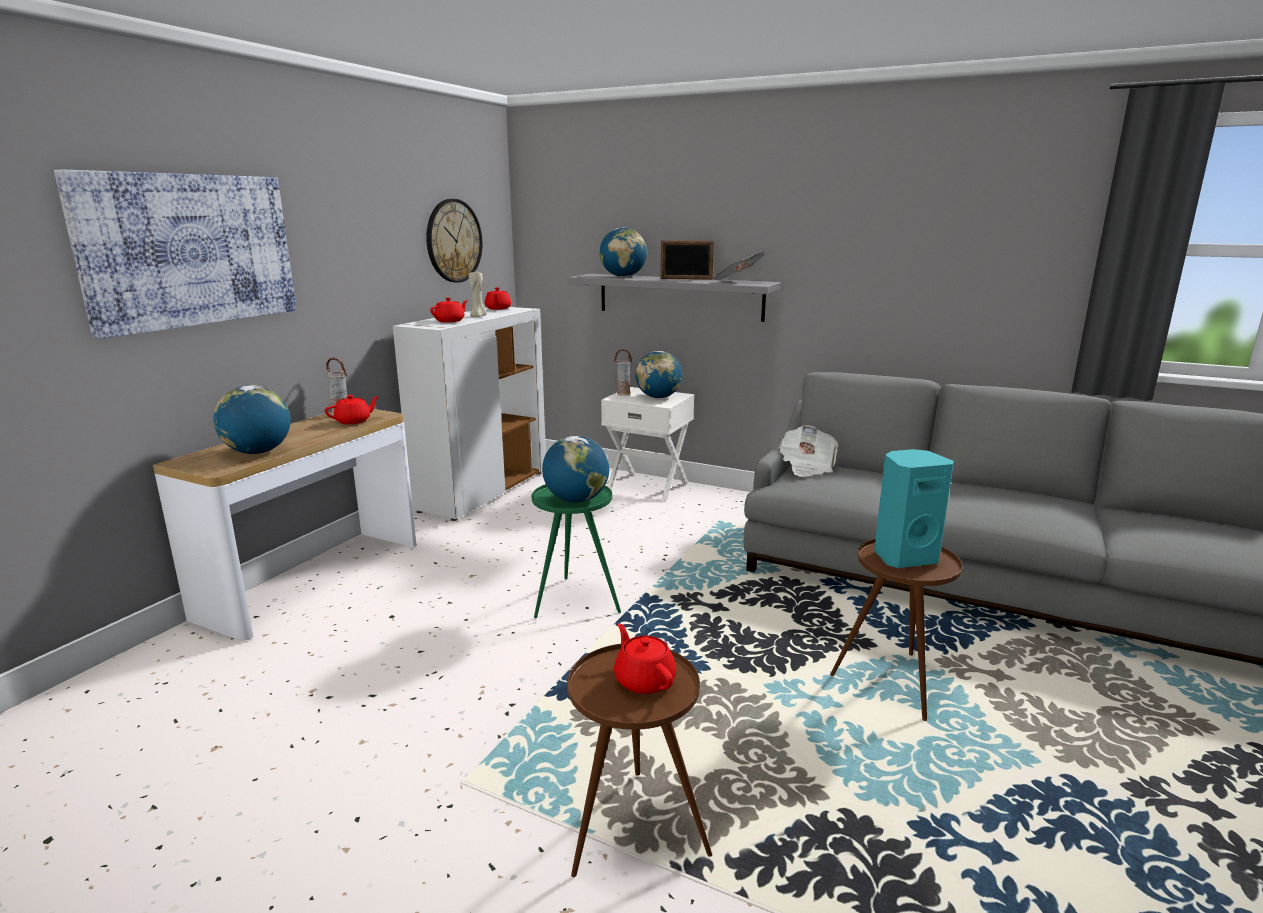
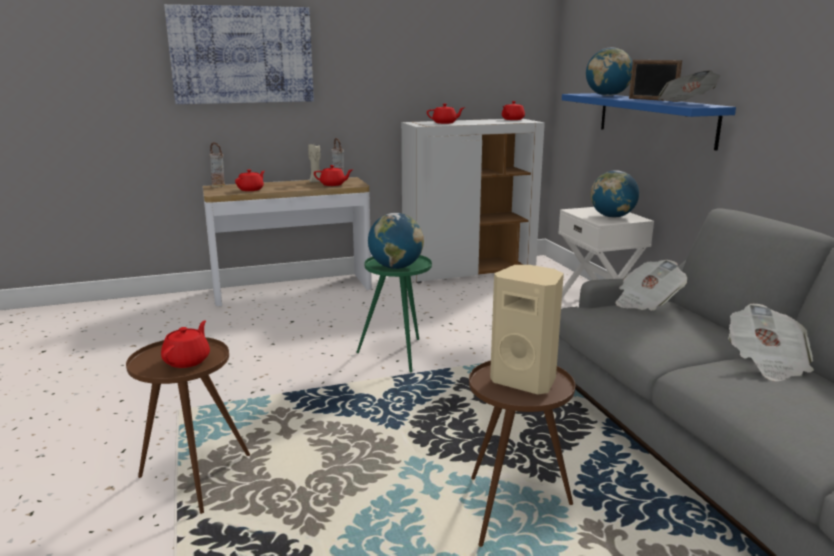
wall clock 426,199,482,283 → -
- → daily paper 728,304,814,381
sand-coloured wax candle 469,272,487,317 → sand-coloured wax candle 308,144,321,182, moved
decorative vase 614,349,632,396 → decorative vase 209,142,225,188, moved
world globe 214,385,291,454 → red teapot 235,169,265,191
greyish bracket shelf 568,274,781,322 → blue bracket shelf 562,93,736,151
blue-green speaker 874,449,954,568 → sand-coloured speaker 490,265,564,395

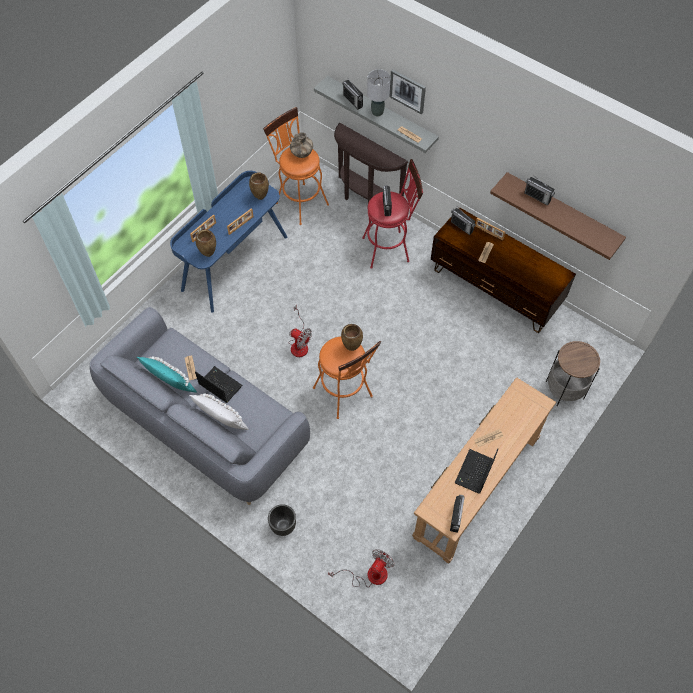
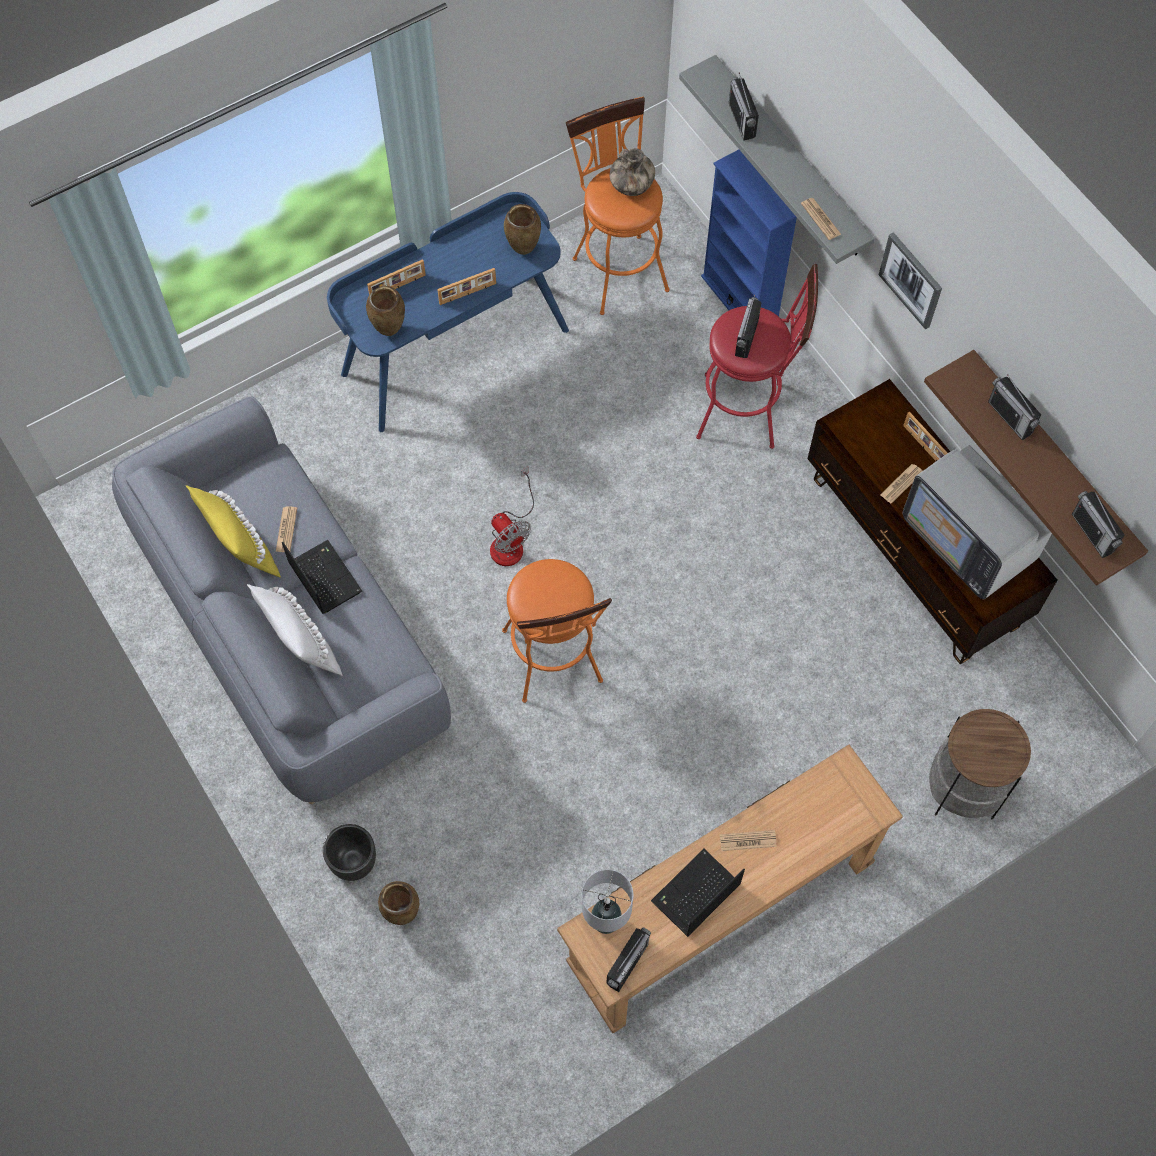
electric fan 328,549,394,588 → -
- → TV 903,445,1052,599
brown decorative vase 341,324,363,351 → brown decorative vase 378,881,419,925, moved
greyish tabletop lamp 367,69,390,116 → greyish tabletop lamp 582,869,633,934, moved
wall art 389,69,426,114 → wall art 879,232,942,330, moved
radio set 451,207,476,235 → radio set 1072,490,1125,558, moved
brown console table 334,123,408,203 → blue shelving unit 701,150,797,316
blue-green throw pillow 137,356,197,393 → yellow-coloured throw pillow 186,486,281,578

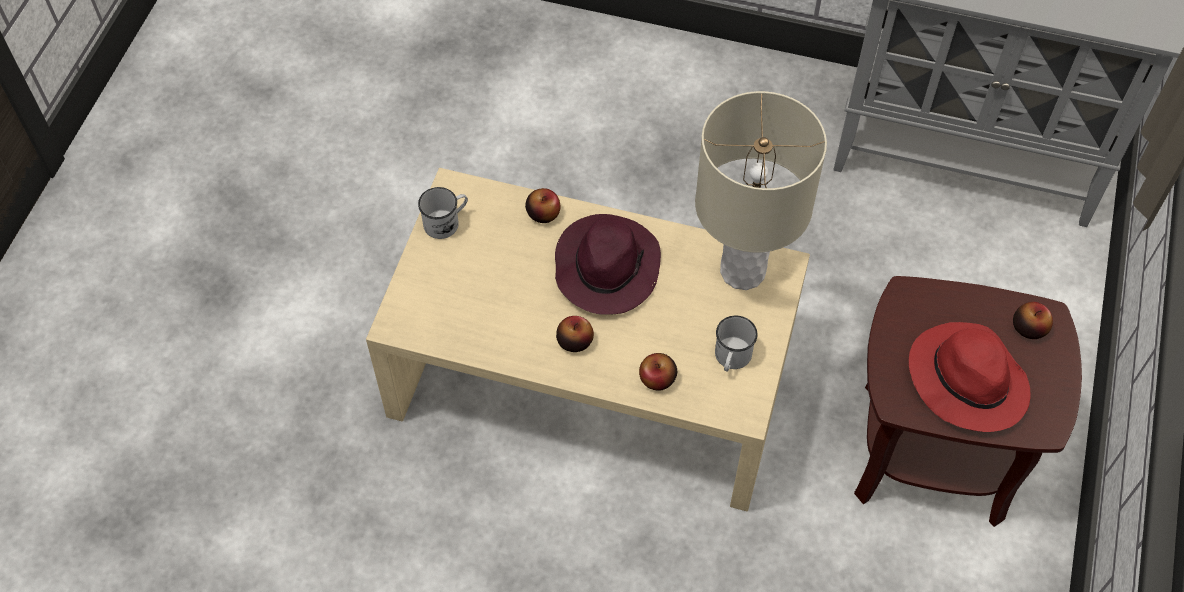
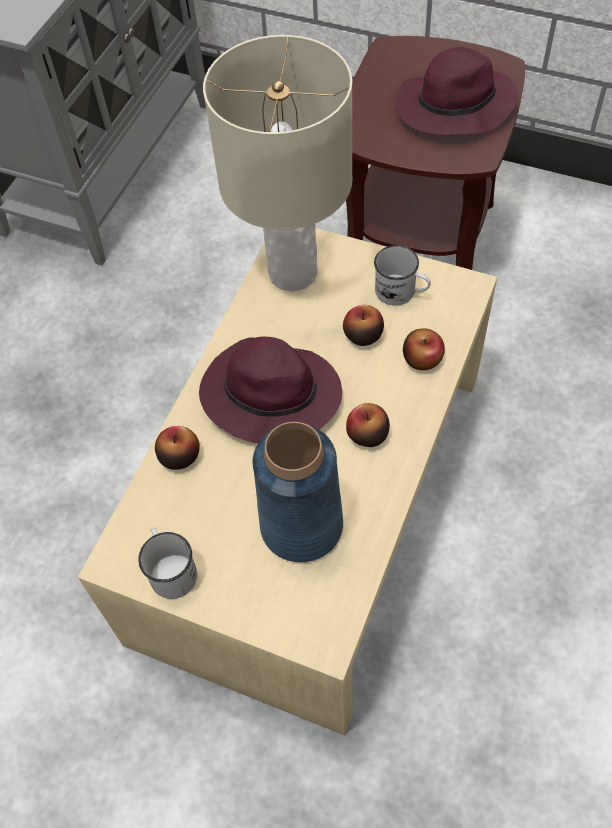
- → blue decorative vase 253,422,343,562
apple fruit 1013,302,1053,339 → apple fruit 343,305,384,346, moved
red hat 909,322,1031,432 → purple-coloured hat 396,47,518,135

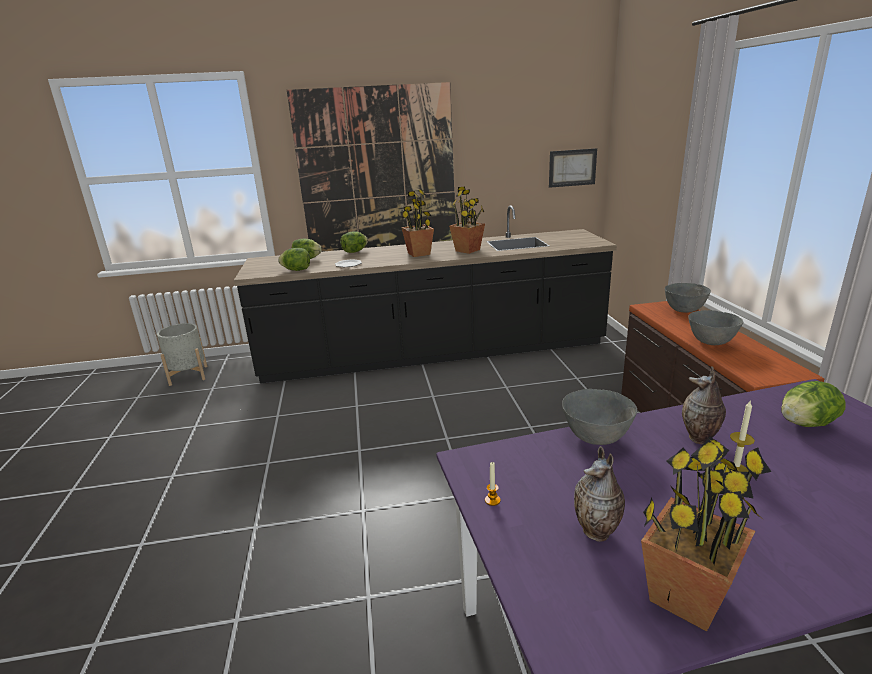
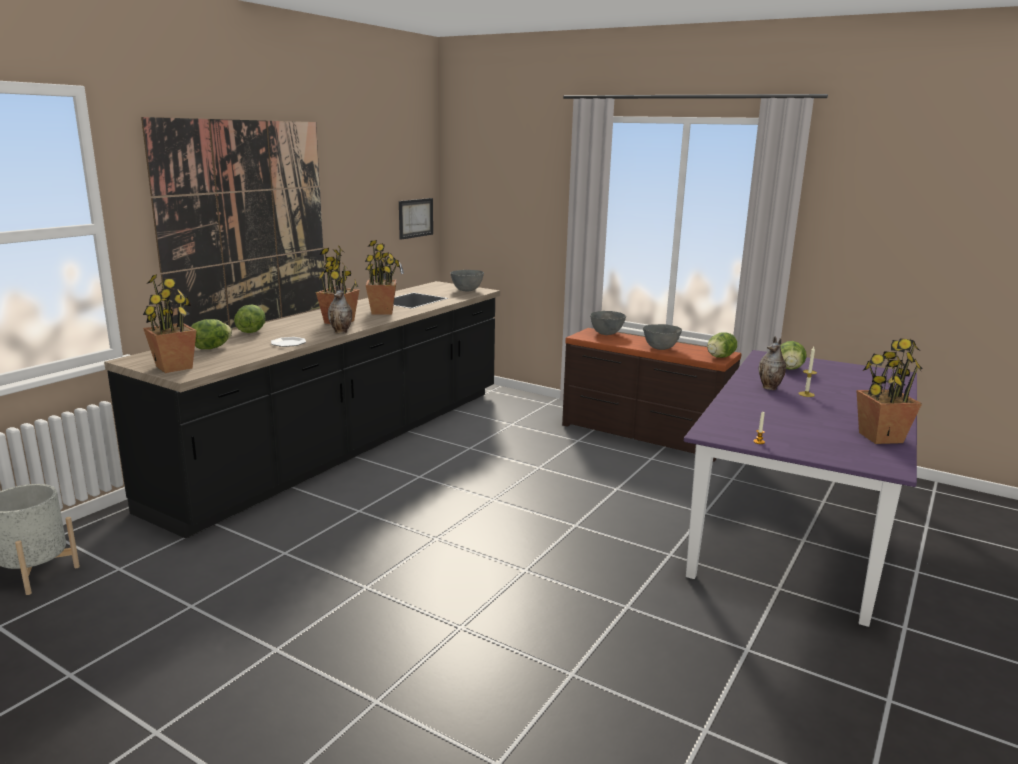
- → plant in a pot 143,274,197,373
lettuce 278,248,310,271 → lettuce 707,332,737,358, moved
greyish bowl 562,389,637,445 → greyish bowl 450,270,484,292, moved
decorative vase 574,446,625,542 → decorative vase 328,285,352,334, moved

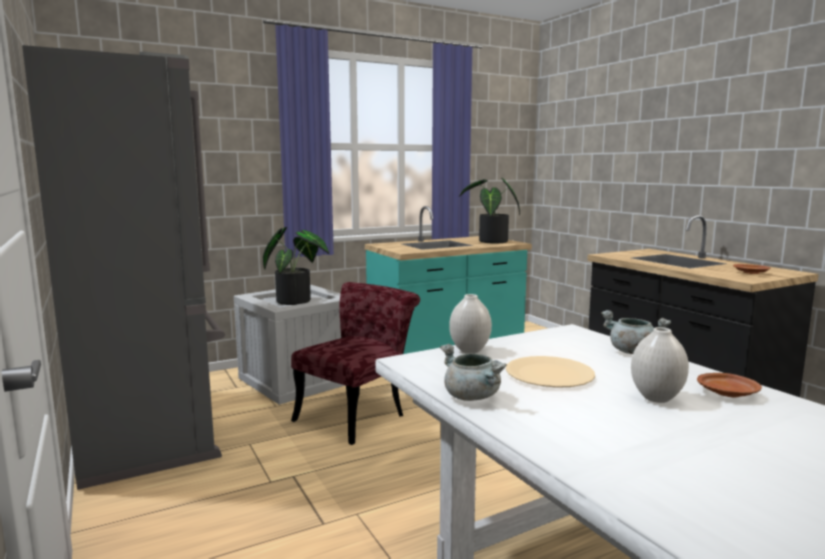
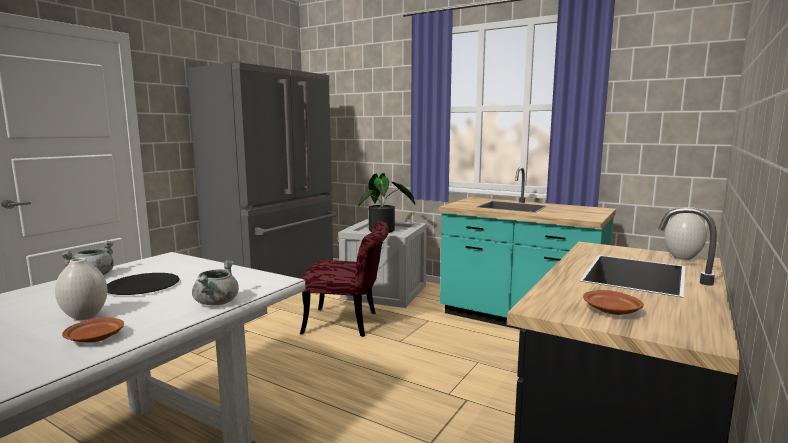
plant in a pot 459,178,520,243 → -
white decorative vase 449,294,492,354 → white decorative vase 664,213,707,260, moved
sand-coloured plate 506,356,595,388 → black plate 107,273,179,295

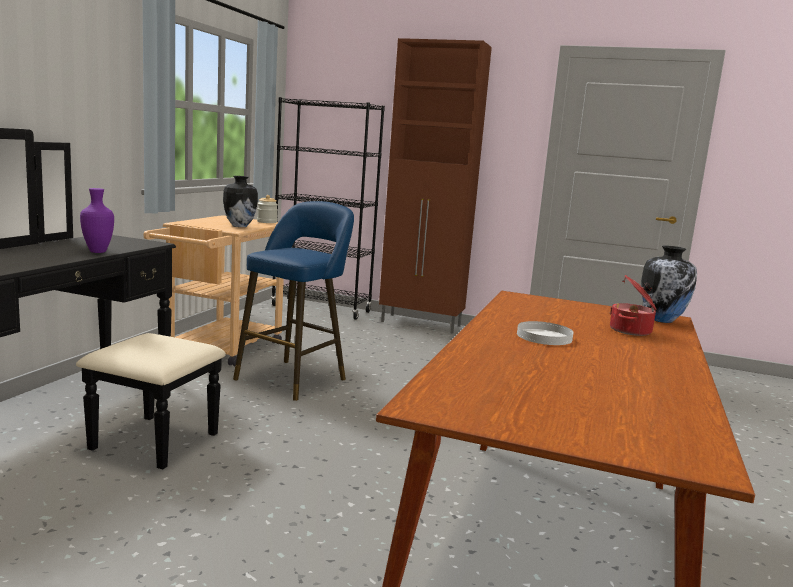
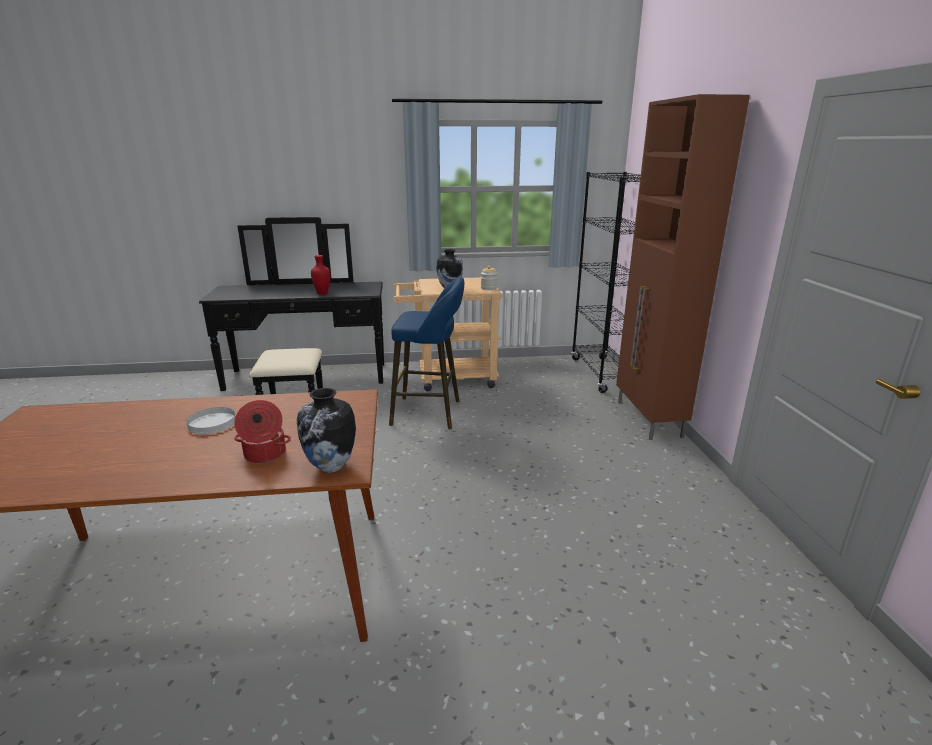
purple-coloured decorative vase 80,188,114,253 → red decorative vase 311,255,330,295

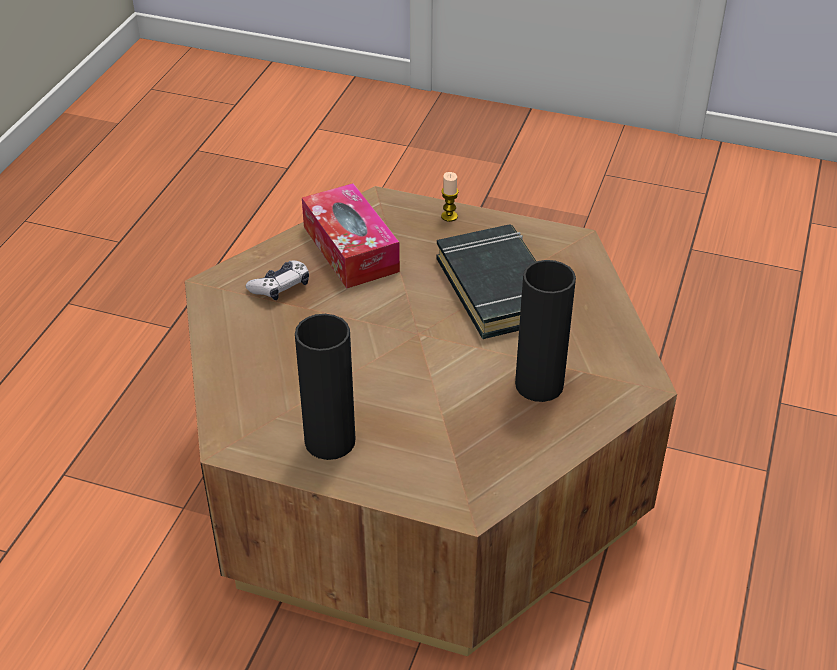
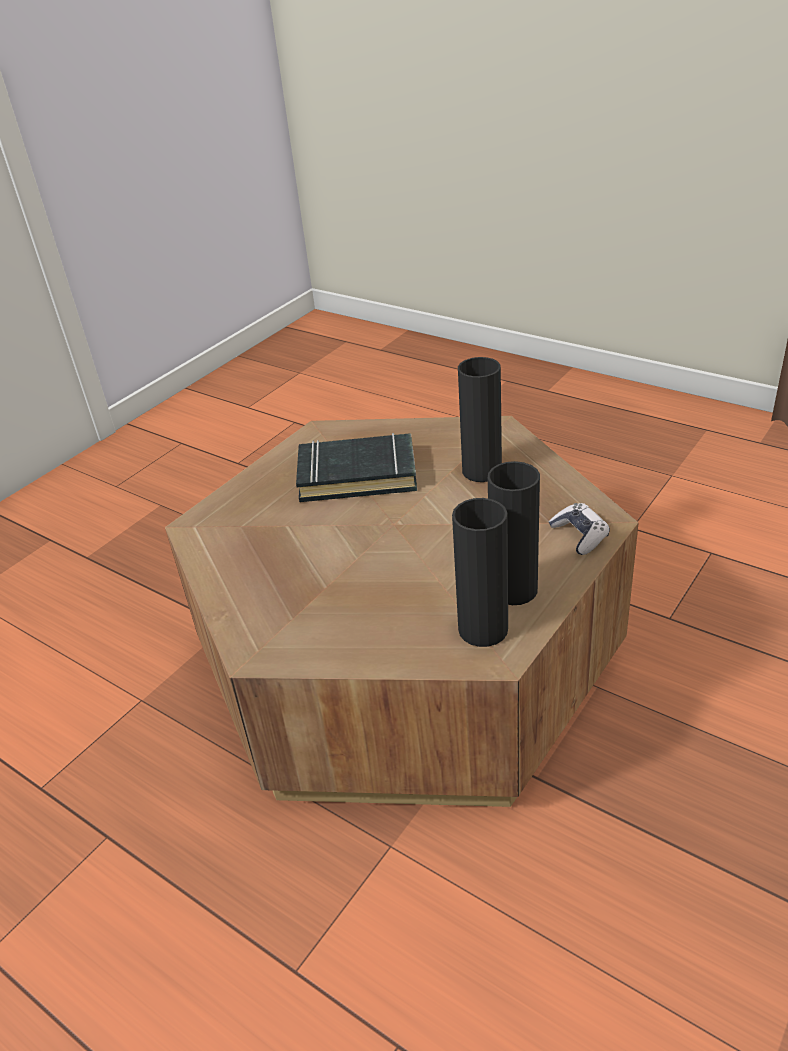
tissue holder 302,183,400,288 → -
wax candle 441,172,459,222 → -
- → black decorative vase 452,498,508,647
gamepad 246,260,309,300 → gamepad 549,503,610,555, moved

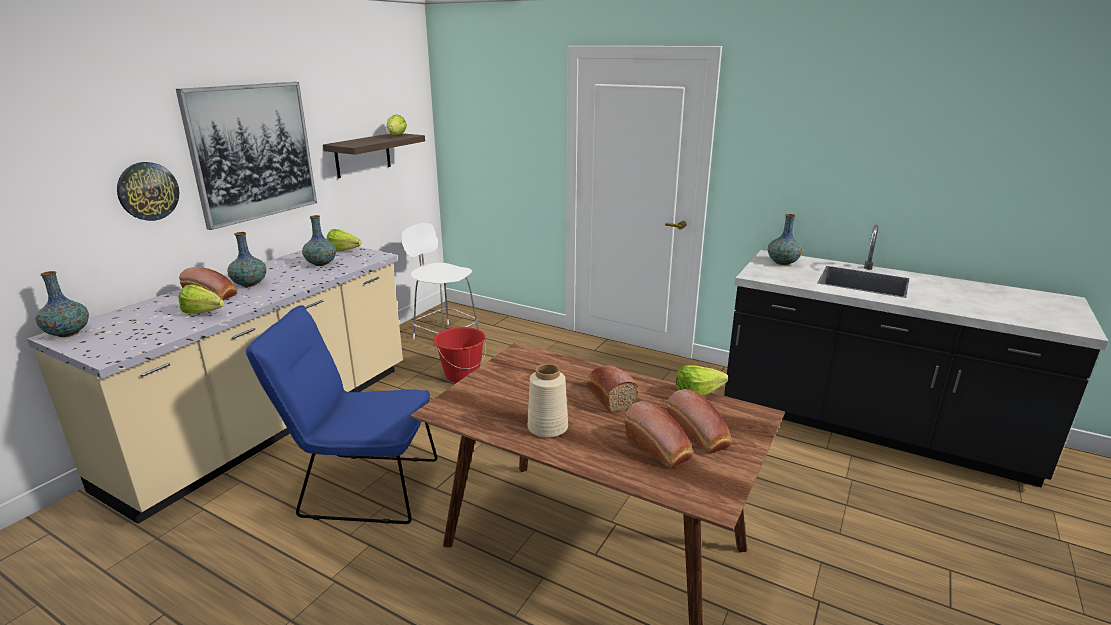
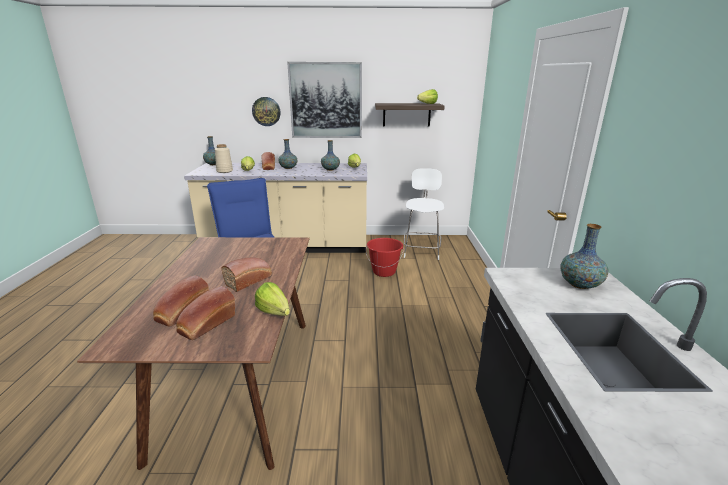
sand-coloured decorative vase 528,364,568,438 → sand-coloured decorative vase 215,144,233,173, moved

